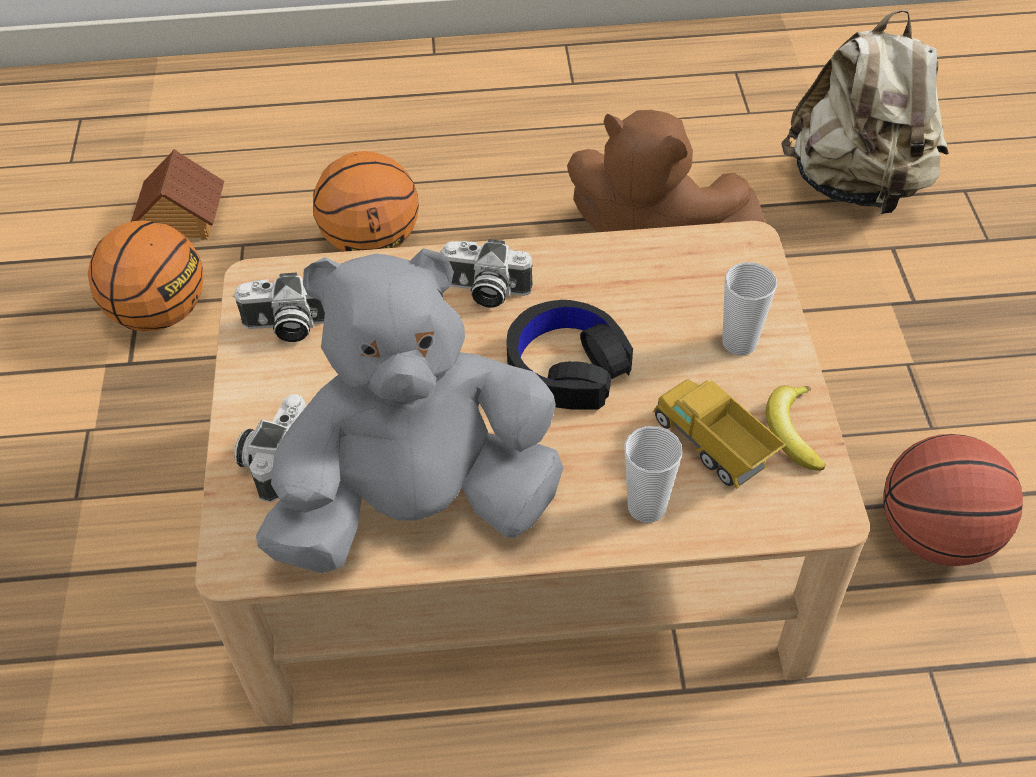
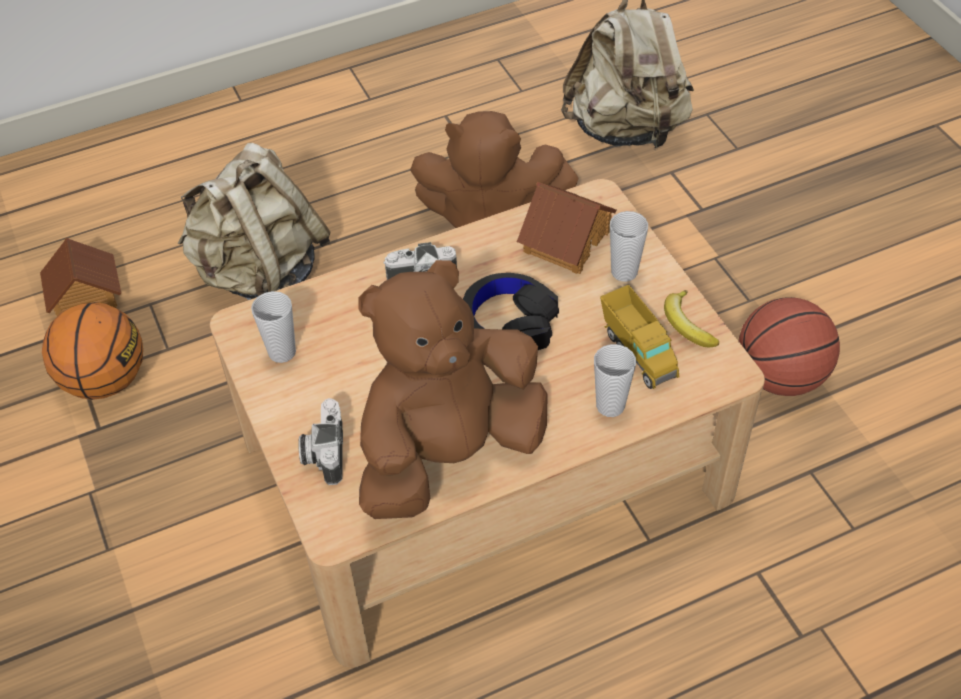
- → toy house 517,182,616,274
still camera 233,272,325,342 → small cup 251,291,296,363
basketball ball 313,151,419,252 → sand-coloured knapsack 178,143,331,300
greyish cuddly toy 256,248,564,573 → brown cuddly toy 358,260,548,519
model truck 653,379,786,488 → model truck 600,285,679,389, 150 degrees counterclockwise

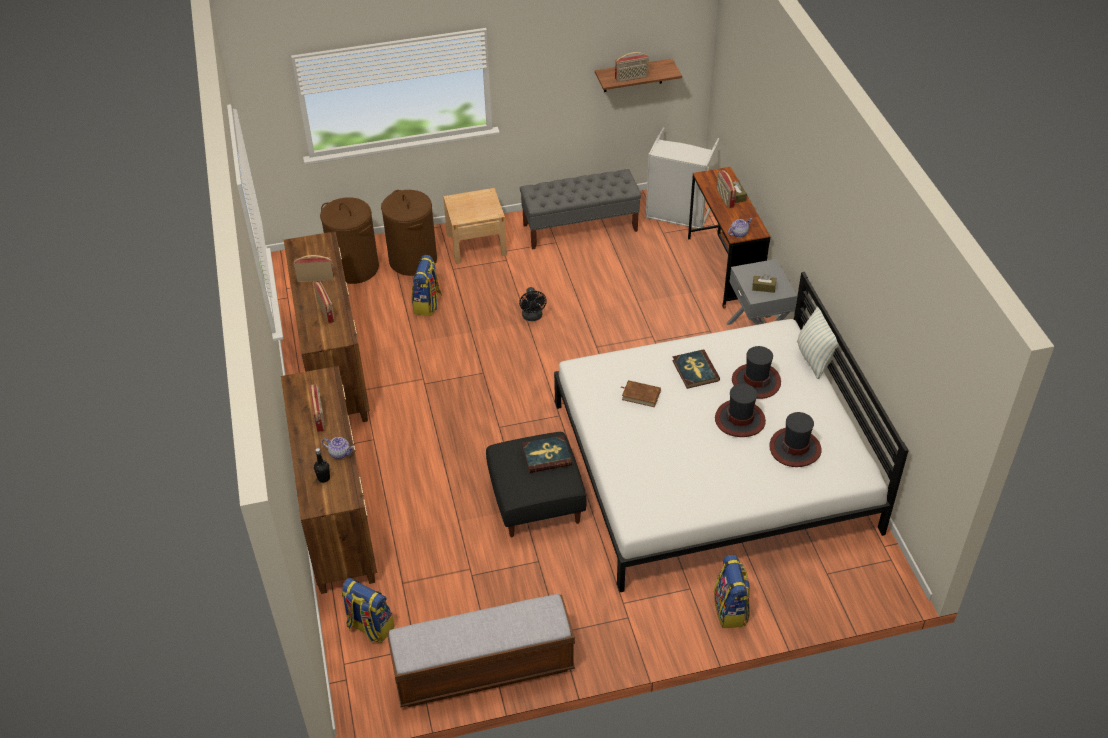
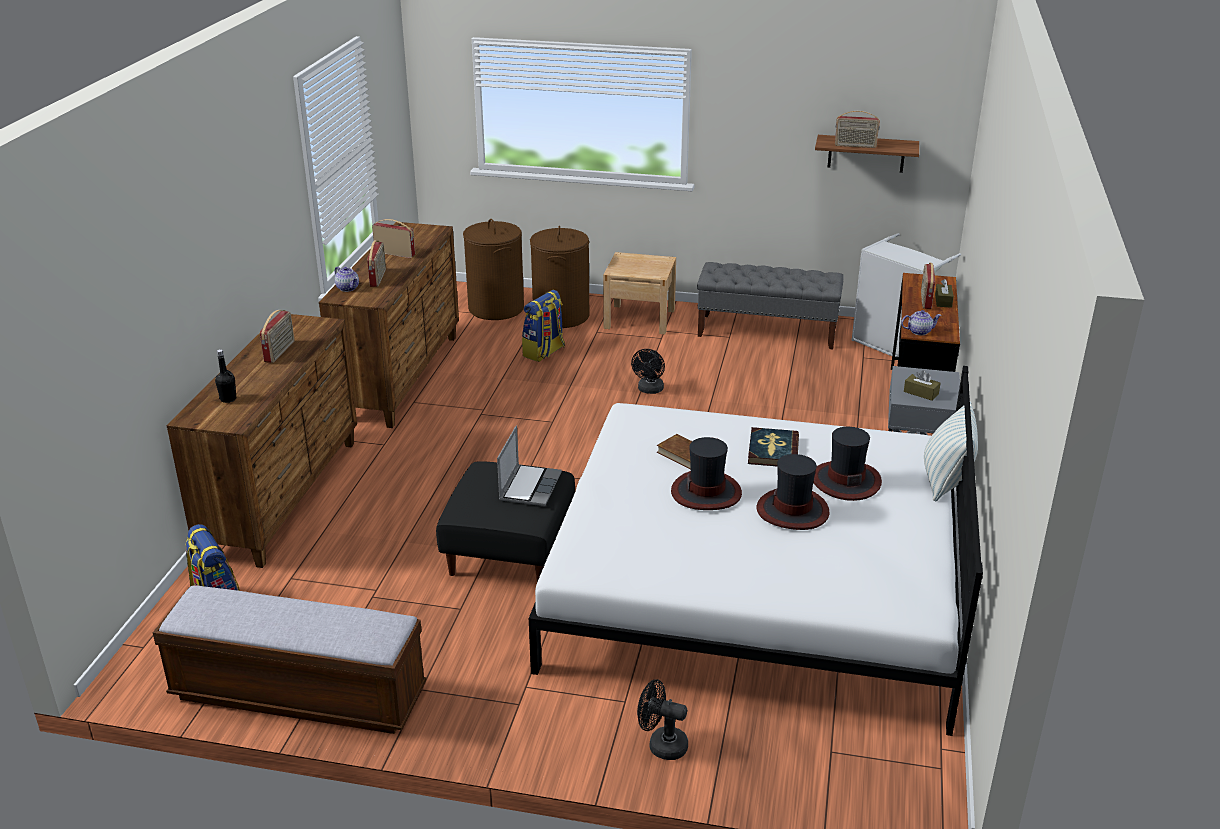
teapot 322,437,354,459 → teapot 335,267,359,292, moved
hat 769,412,822,467 → hat 671,437,742,510, moved
bound book 522,435,572,473 → portable computer 497,425,562,506
knapsack 714,555,750,628 → black electric fan 637,679,688,760

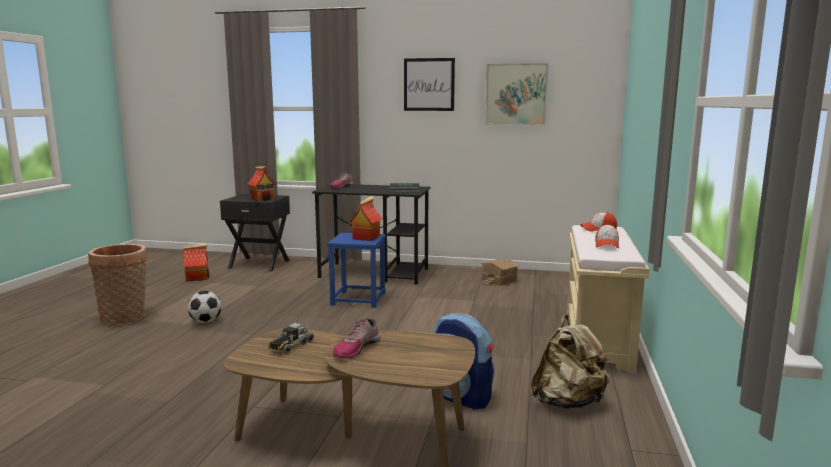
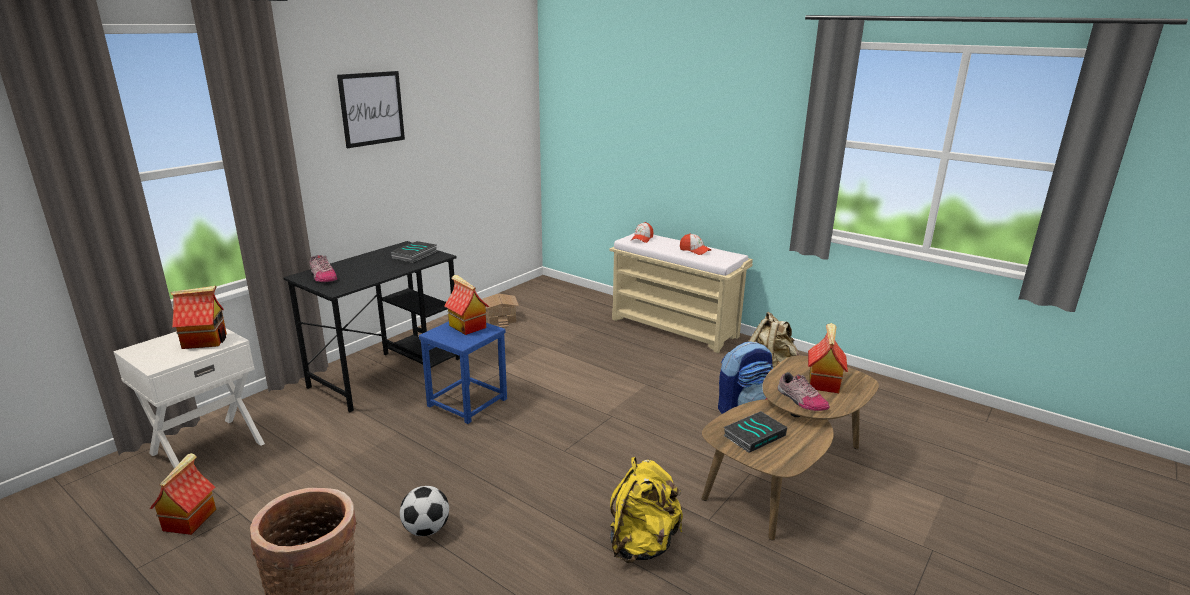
wall art 485,63,548,125 → -
- → yellow-coloured knapsack 610,457,683,563
- → toy house 808,323,848,393
model truck 268,319,314,354 → bound book 723,411,787,453
black bedside table 220,194,290,272 → white bedside table 113,328,265,469

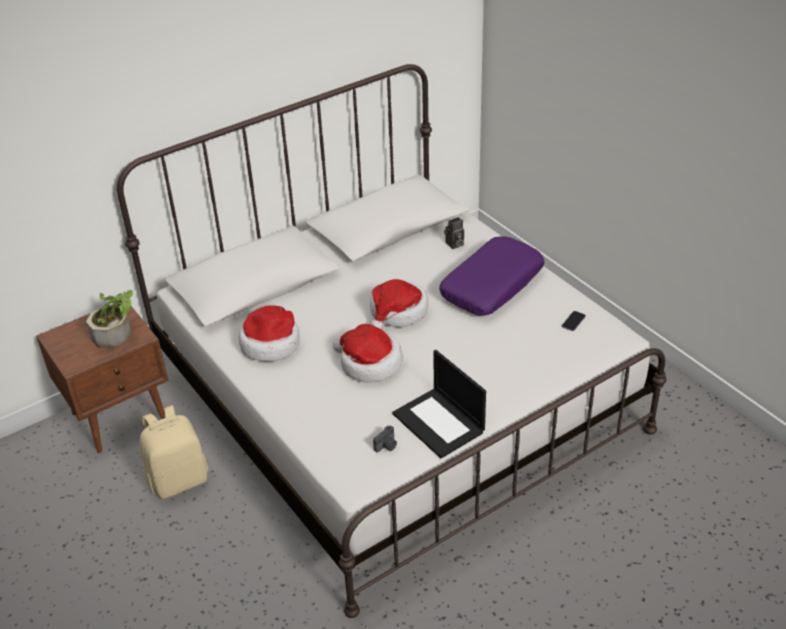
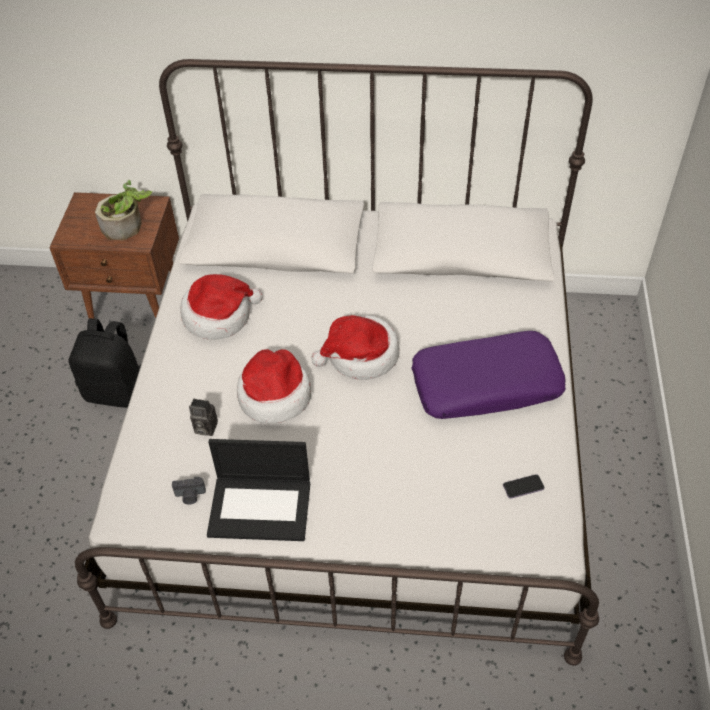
still camera 444,217,464,249 → still camera 189,398,218,436, moved
sand-coloured knapsack 140,405,208,499 → black knapsack 68,318,141,408
portable computer 392,350,486,459 → portable computer 207,439,310,541, 90 degrees counterclockwise

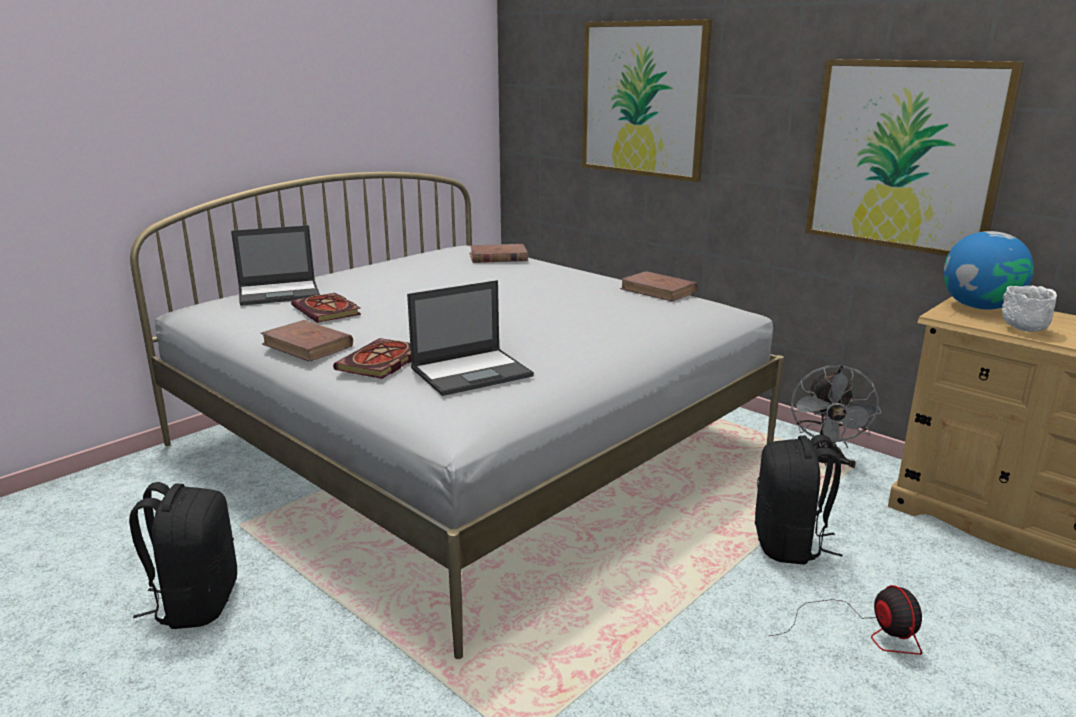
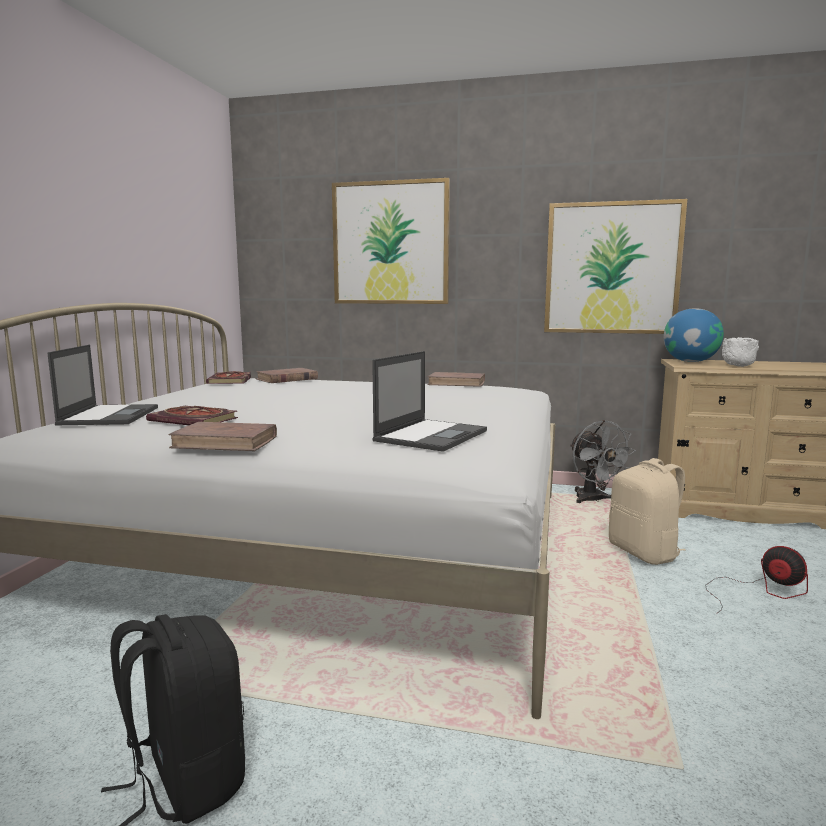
bound book 333,338,411,379 → bound book 206,371,251,384, moved
black knapsack 755,434,843,565 → sand-coloured knapsack 609,458,686,565
portable computer 231,225,320,306 → portable computer 47,345,158,426, 45 degrees counterclockwise

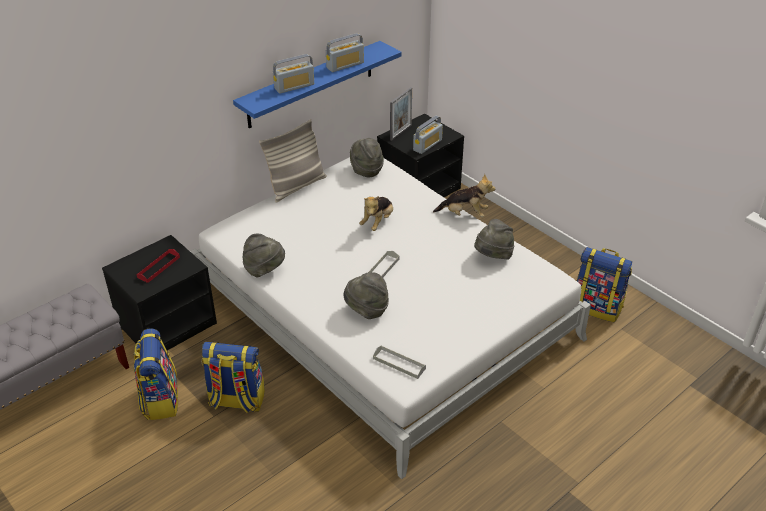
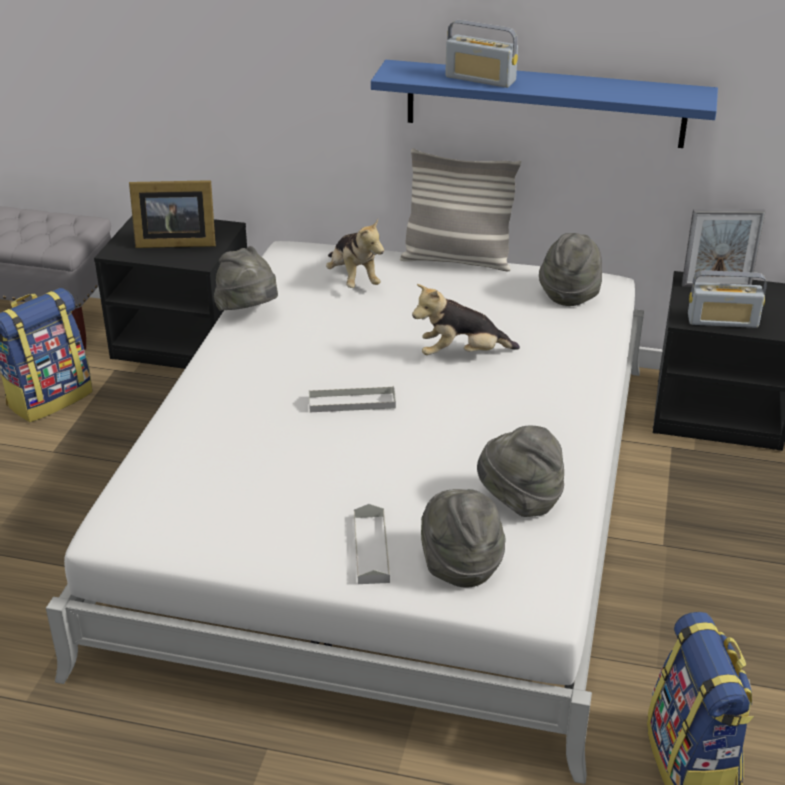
knapsack 202,342,265,413 → -
radio set 326,33,364,72 → -
greyish hat 344,272,389,319 → greyish hat 421,489,505,588, moved
greyish tray 373,345,426,379 → greyish tray 354,504,390,584, moved
cuddly toy 433,174,495,217 → cuddly toy 326,219,384,288, moved
red tray 136,249,180,283 → standing frame 129,180,216,248

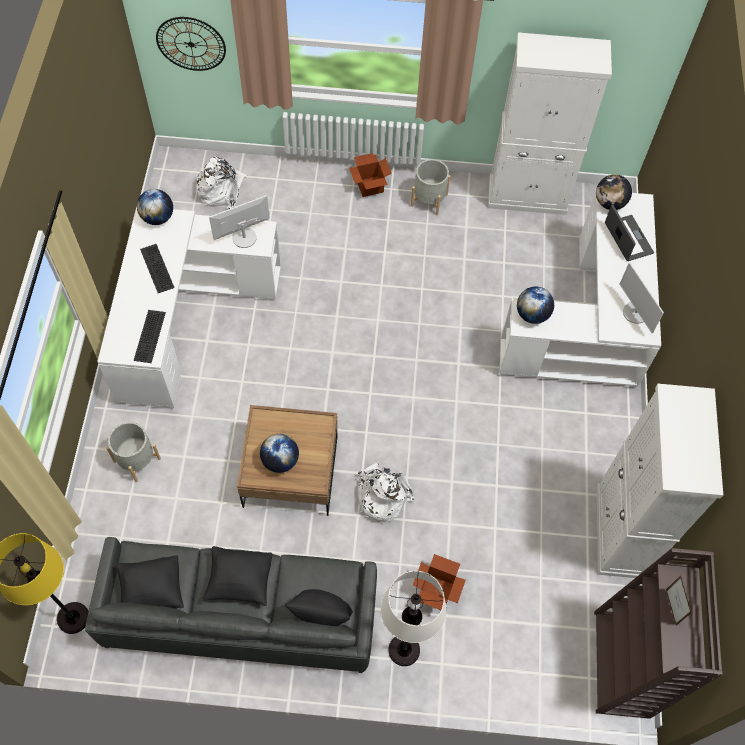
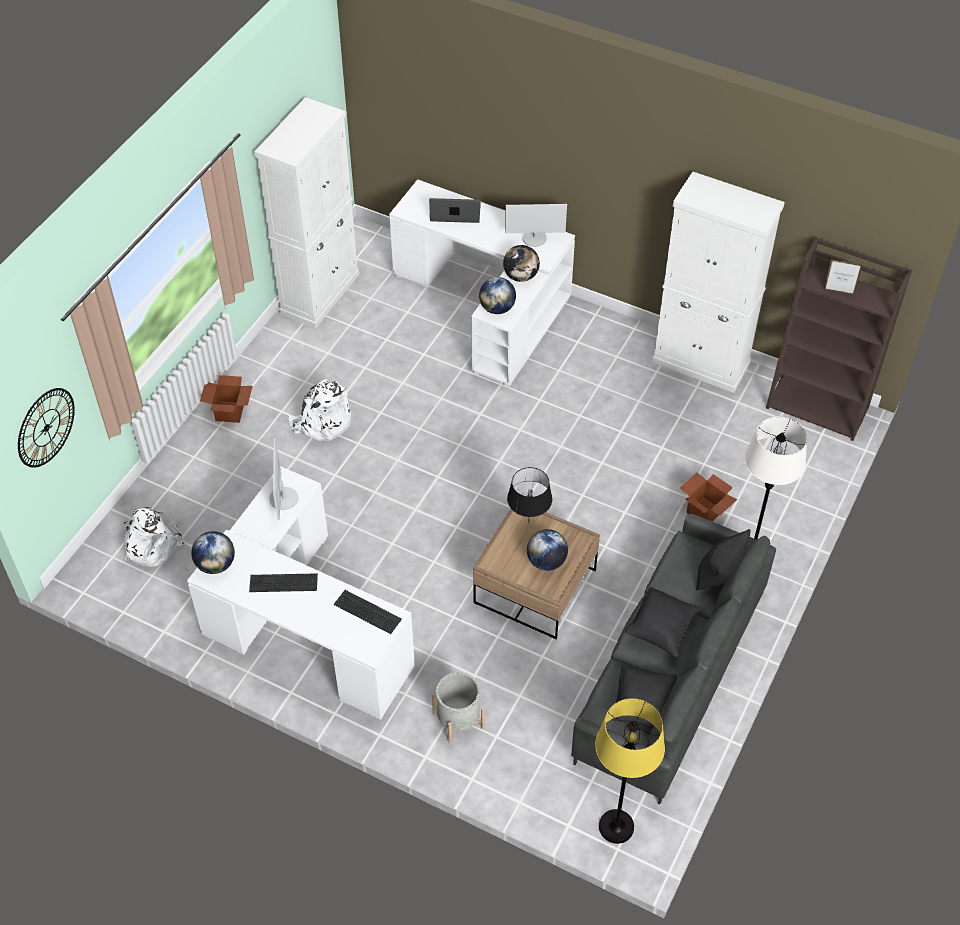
greyish planter 411,159,450,215 → -
- → black tabletop lamp 507,467,552,523
white knapsack 357,462,414,522 → white knapsack 288,379,351,441, moved
world globe 596,174,632,210 → world globe 503,245,540,282, moved

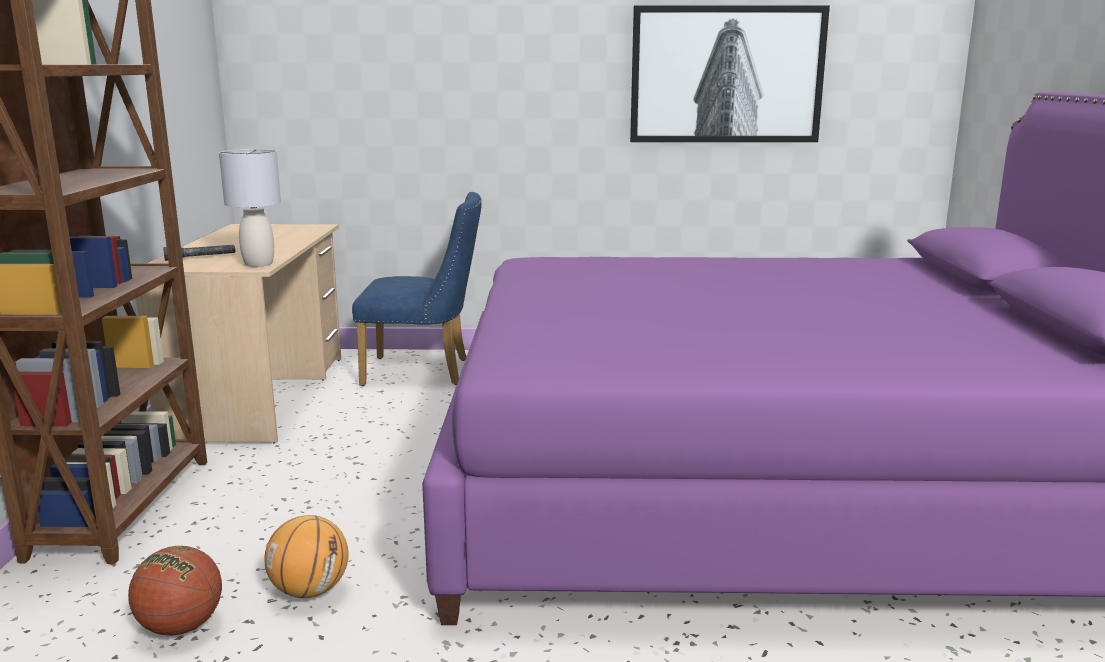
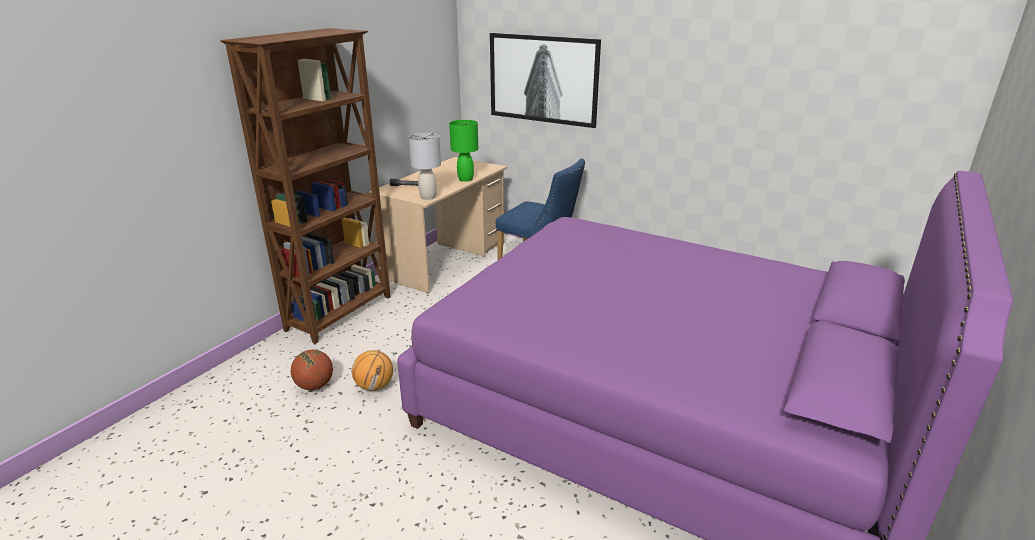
- → greenish tabletop lamp 449,120,478,182
wall art 630,5,830,142 → wall art 490,33,601,128, moved

